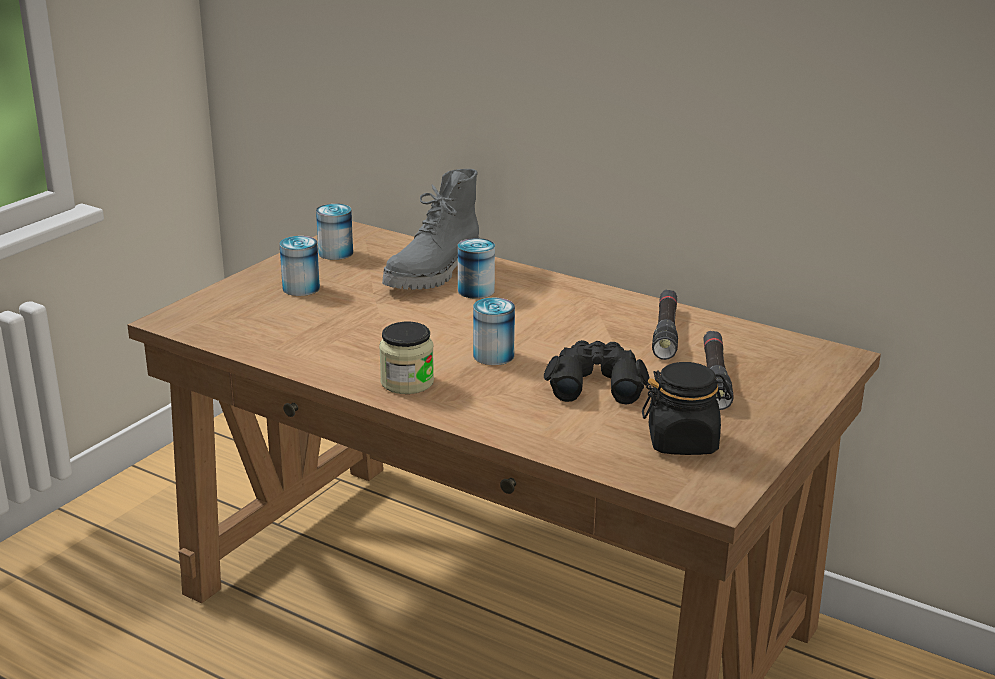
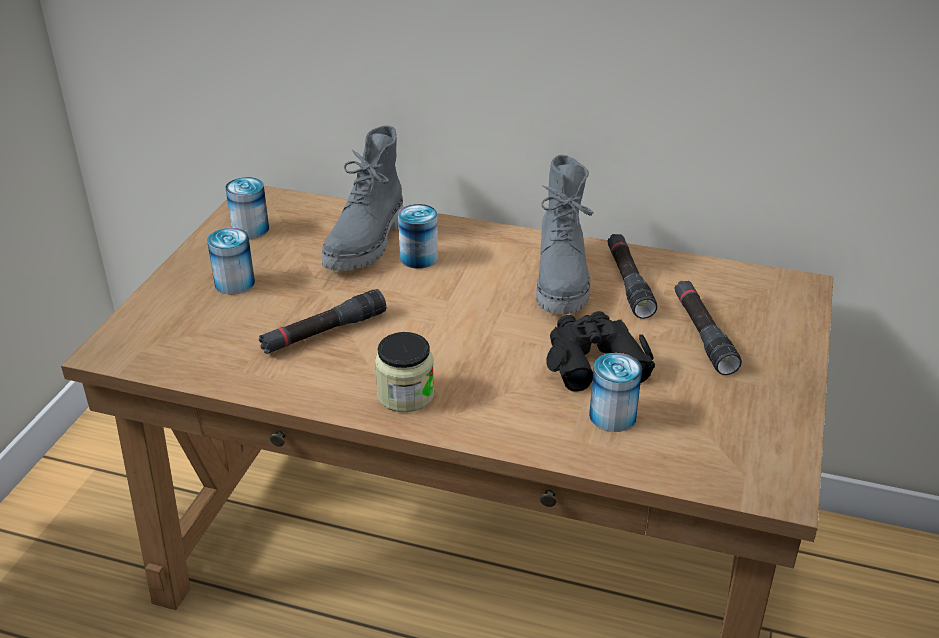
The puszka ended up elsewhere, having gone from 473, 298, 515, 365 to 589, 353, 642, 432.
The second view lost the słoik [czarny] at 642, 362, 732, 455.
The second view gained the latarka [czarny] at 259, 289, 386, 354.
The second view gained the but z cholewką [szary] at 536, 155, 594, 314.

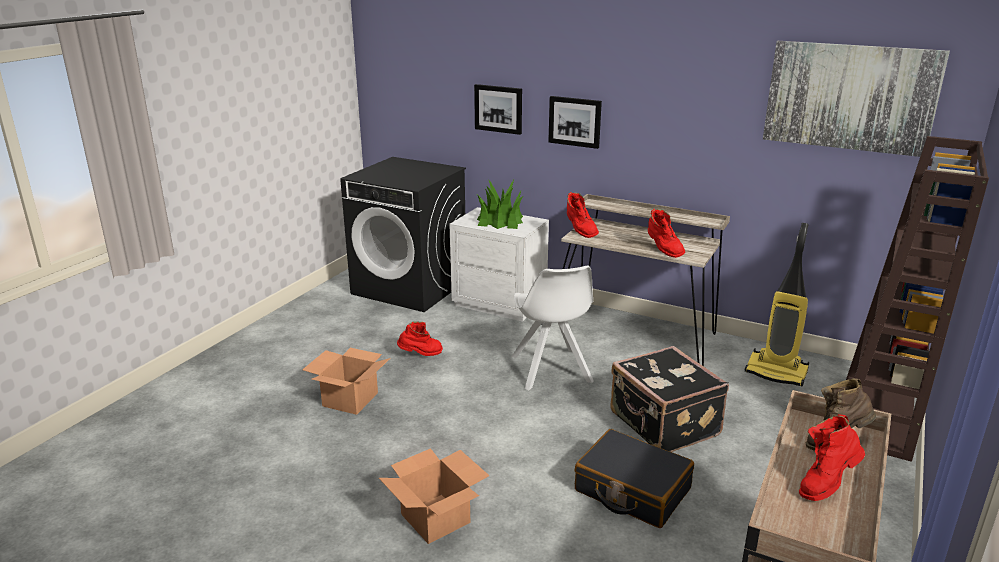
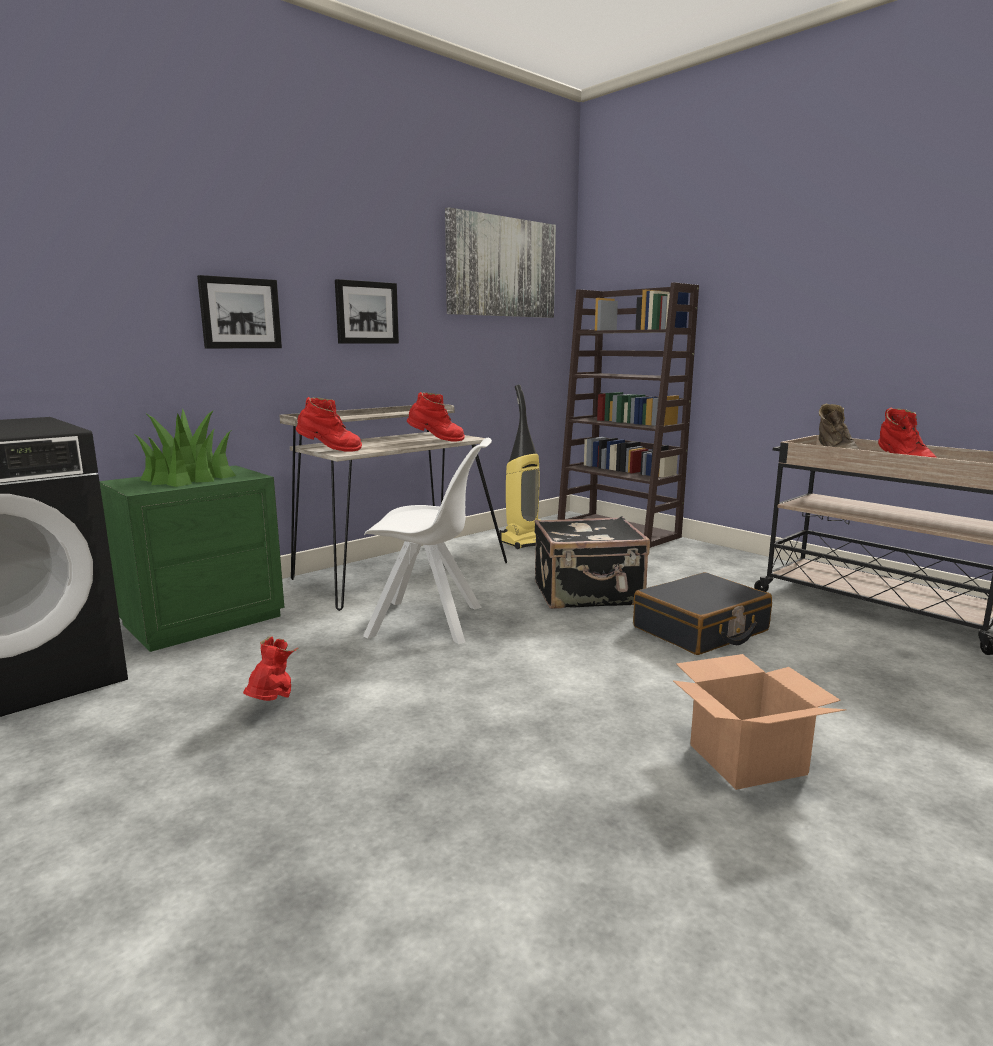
The second view lost the karton at 302, 348, 390, 415.
What was the szafka nocna [biały] at 449, 207, 549, 322 turned into the szafka nocna [zielony] at 100, 465, 284, 652.
The obraz ended up elsewhere, having gone from 474, 84, 522, 135 to 335, 279, 399, 343.

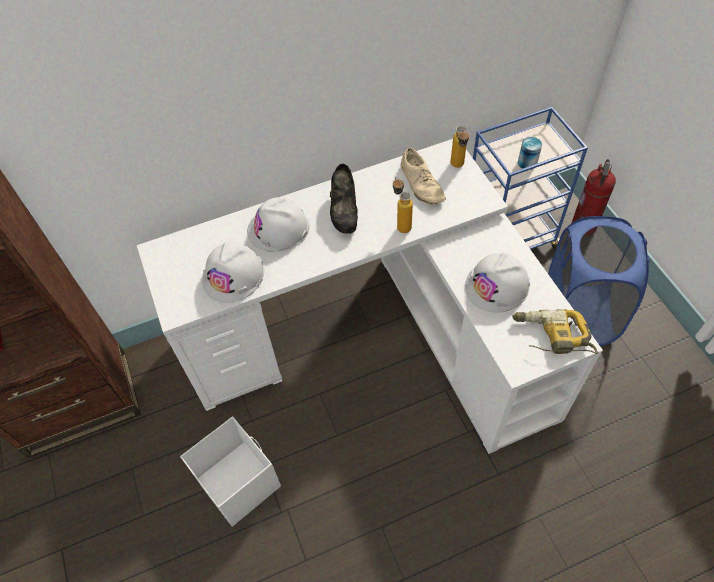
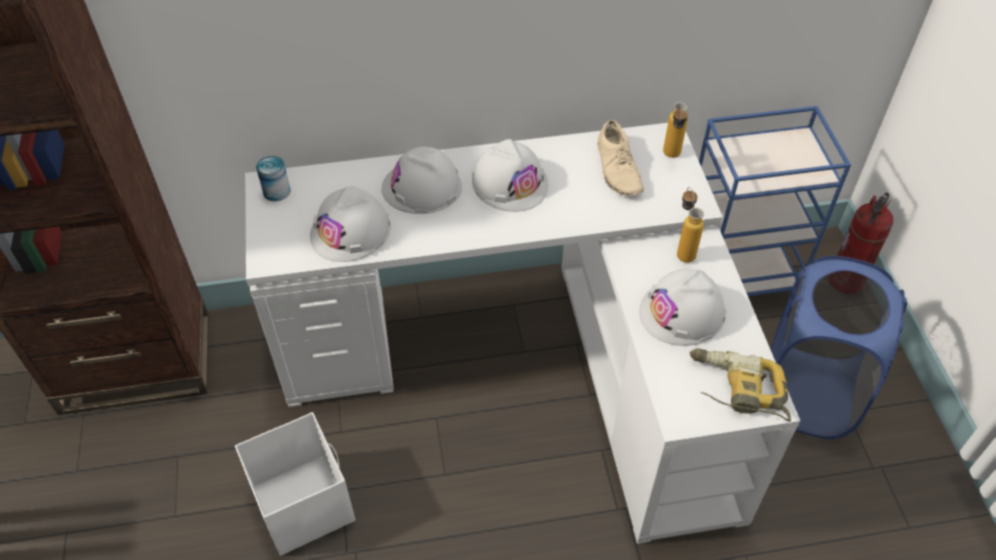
Where the but [czarny] stood at 330, 164, 358, 234, the kask [biały] came to stand at 472, 139, 548, 212.
The butelka ended up elsewhere, having gone from 393, 177, 413, 233 to 677, 187, 704, 263.
The puszka ended up elsewhere, having gone from 518, 137, 542, 170 to 256, 156, 291, 201.

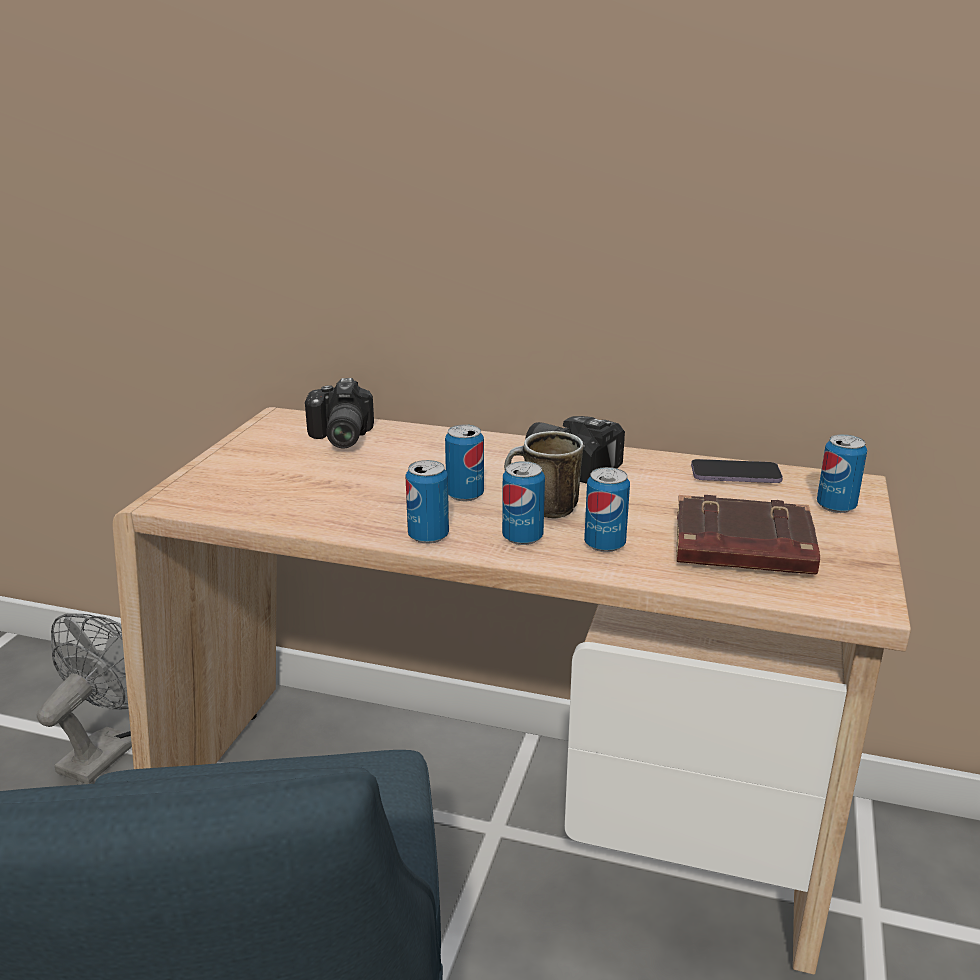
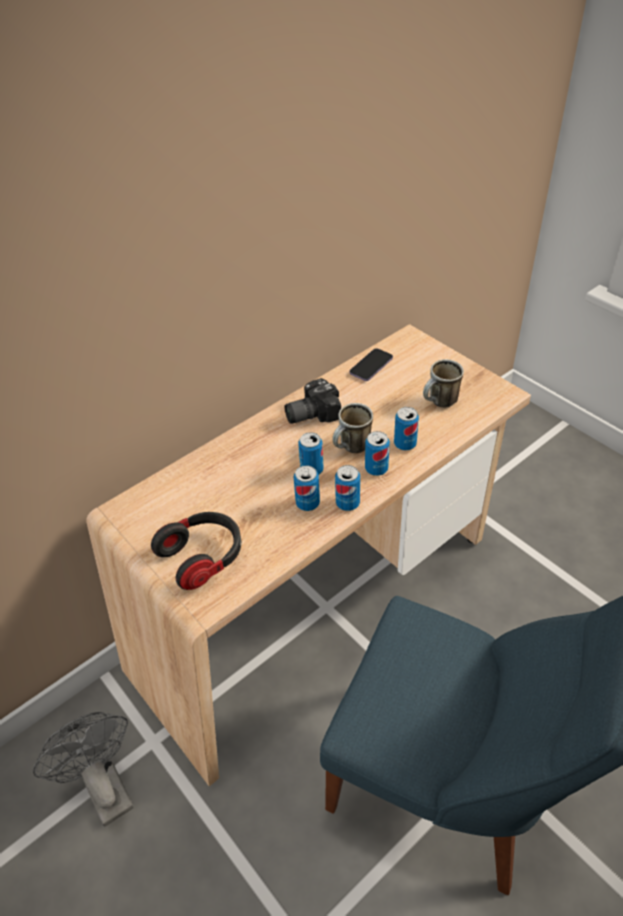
The second view lost the aparat fotograficzny at 305, 378, 374, 449.
Where the książka [brązowy] stood at 677, 495, 820, 574, the kubek came to stand at 423, 359, 464, 407.
The puszka ended up elsewhere, having gone from 817, 434, 867, 513 to 294, 465, 320, 511.
The second view gained the słuchawki at 151, 512, 241, 590.

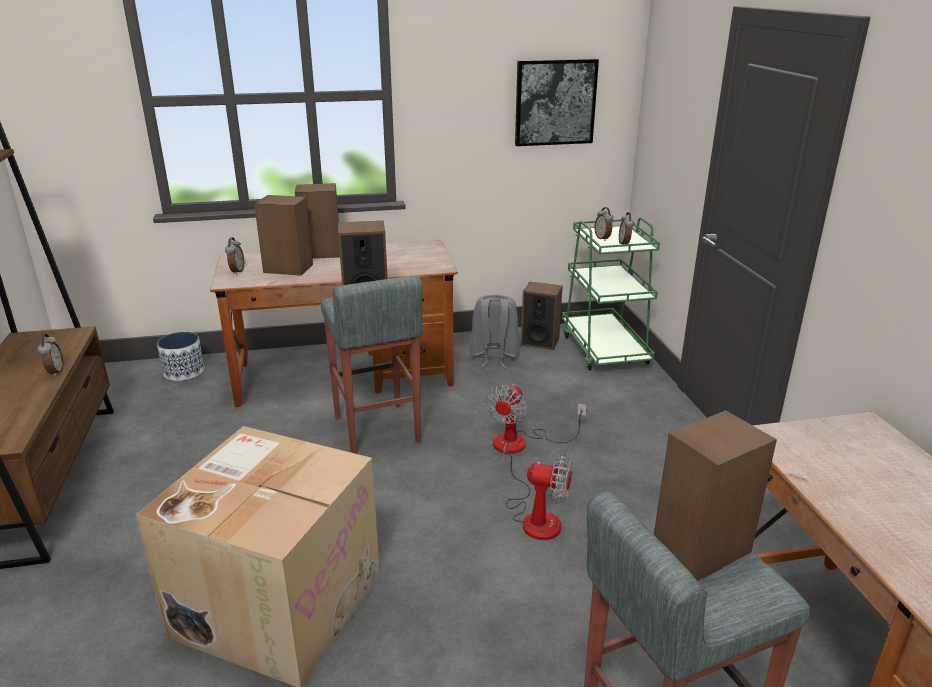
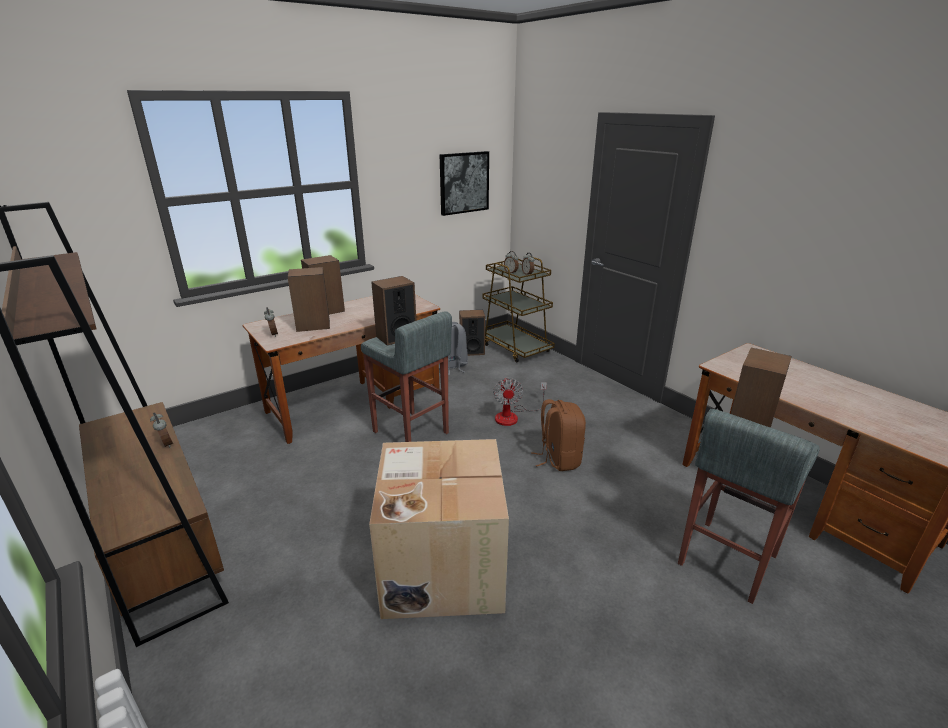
The second view lost the donica at 157, 332, 204, 381.
Where the wentylator stood at 503, 445, 572, 540, the plecak [brązowy] came to stand at 531, 399, 586, 471.
What was the wózek [zielony] at 562, 217, 660, 370 turned into the wózek [brązowy] at 482, 257, 555, 363.

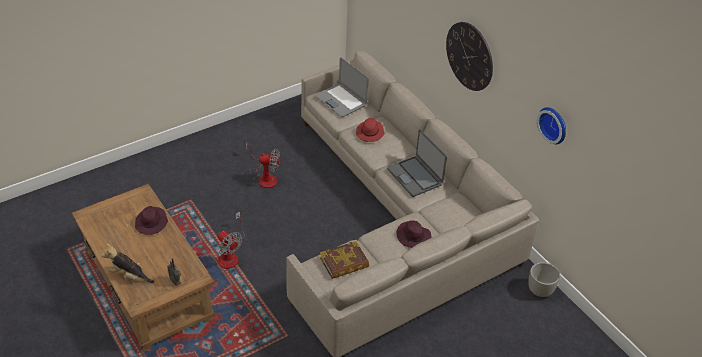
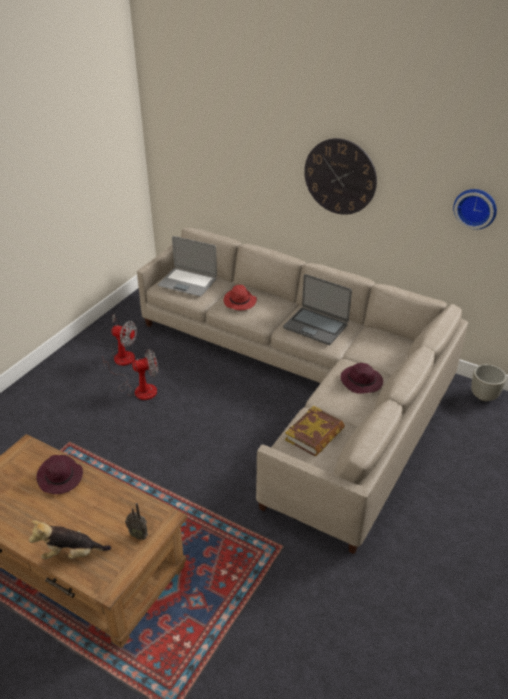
The wentylator ended up elsewhere, having gone from 218, 212, 244, 269 to 110, 314, 137, 366.

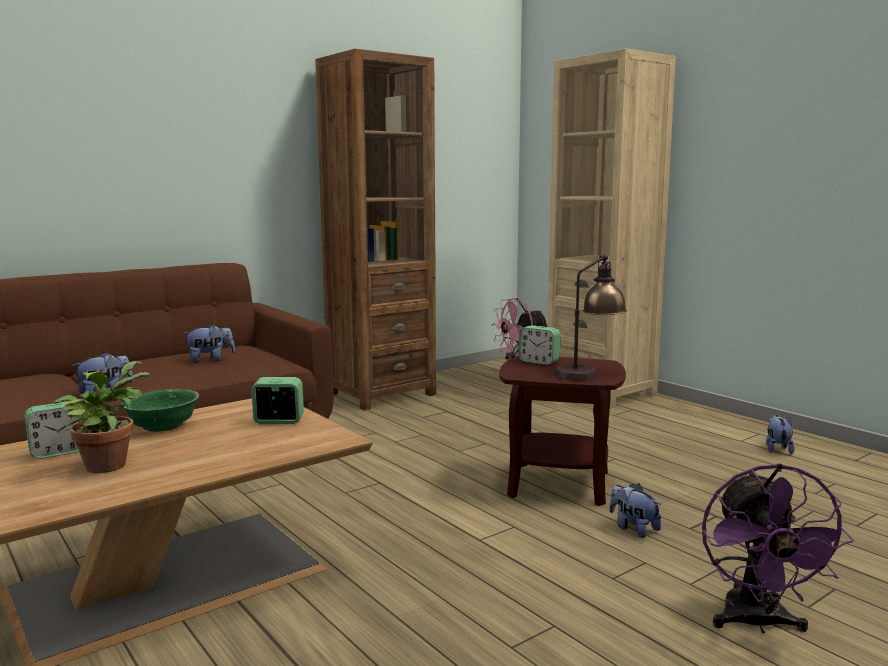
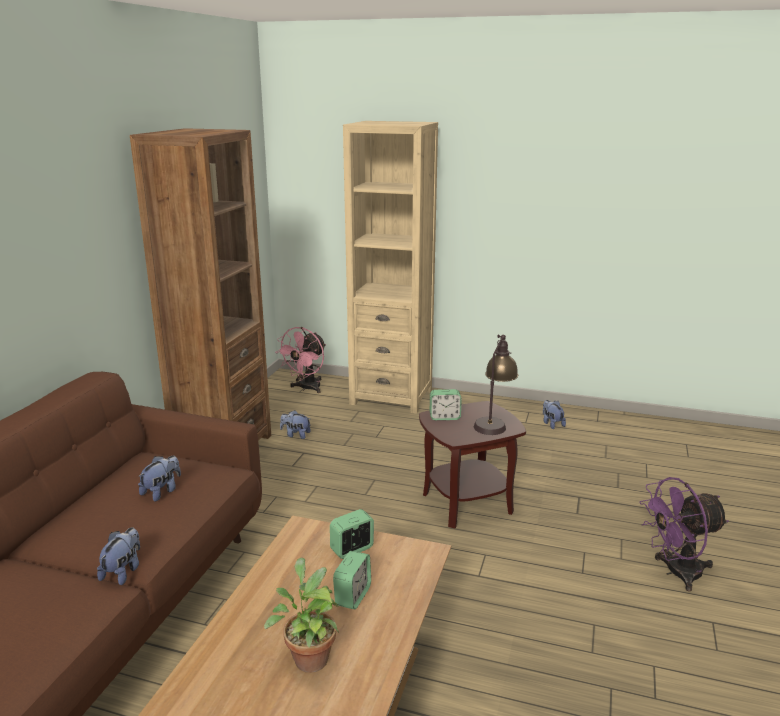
The budzik ended up elsewhere, having gone from 25, 401, 82, 459 to 333, 551, 371, 610.
The second view lost the miska [zielony] at 121, 389, 199, 432.
The pluszak ended up elsewhere, having gone from 609, 483, 661, 538 to 280, 410, 311, 439.
The wentylator [fioletowy] at 702, 464, 854, 634 ended up facing another way, 105 degrees clockwise from before.

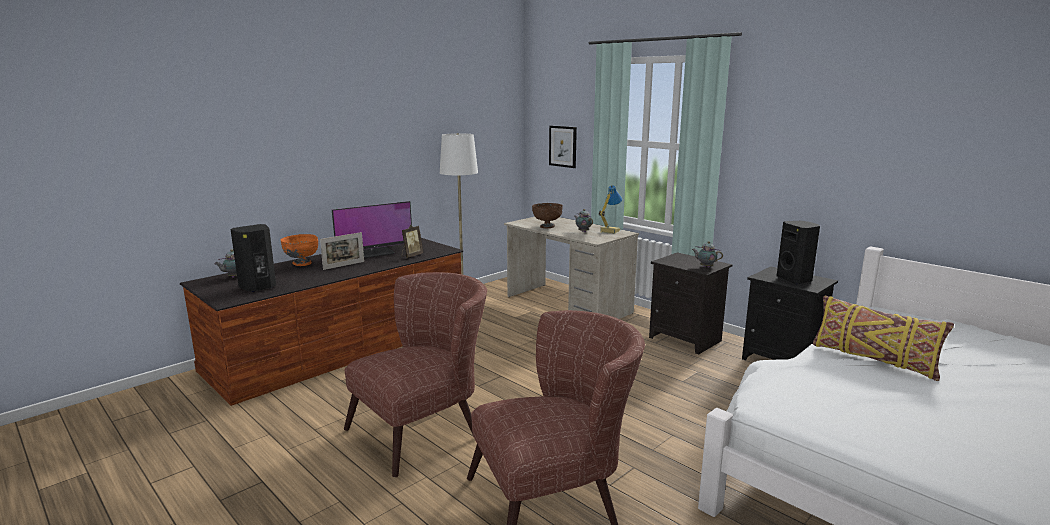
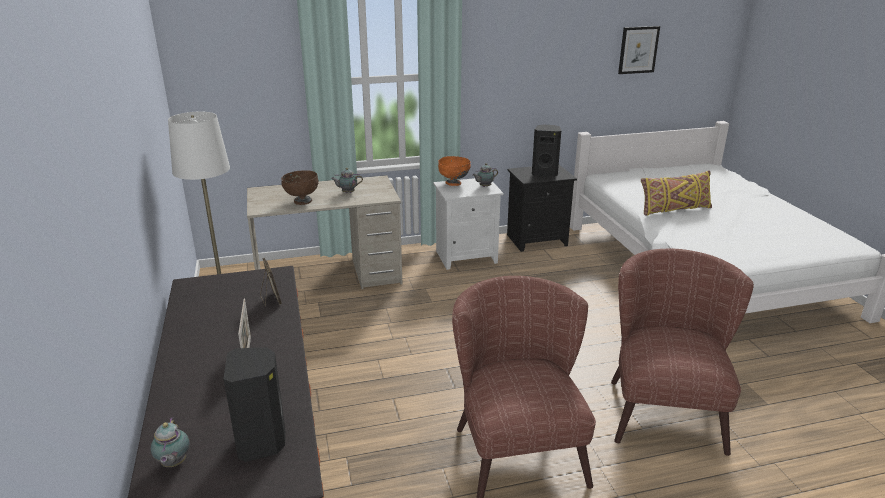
The miska [pomarańczowy] ended up elsewhere, having gone from 281, 234, 318, 266 to 438, 156, 471, 186.
The second view lost the monitor at 332, 201, 412, 258.
The obraz ended up elsewhere, having gone from 549, 126, 577, 168 to 618, 26, 660, 74.
The second view lost the lampa stołowa at 599, 185, 623, 234.
What was the szafka nocna [czarny] at 649, 252, 733, 354 turned into the szafka nocna [biały] at 433, 178, 504, 270.

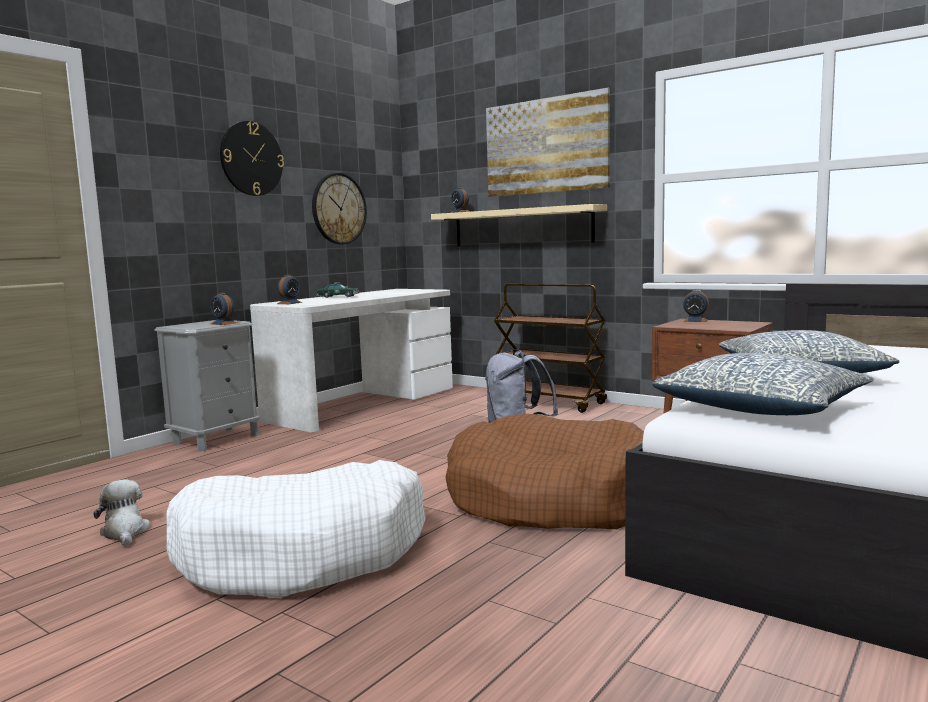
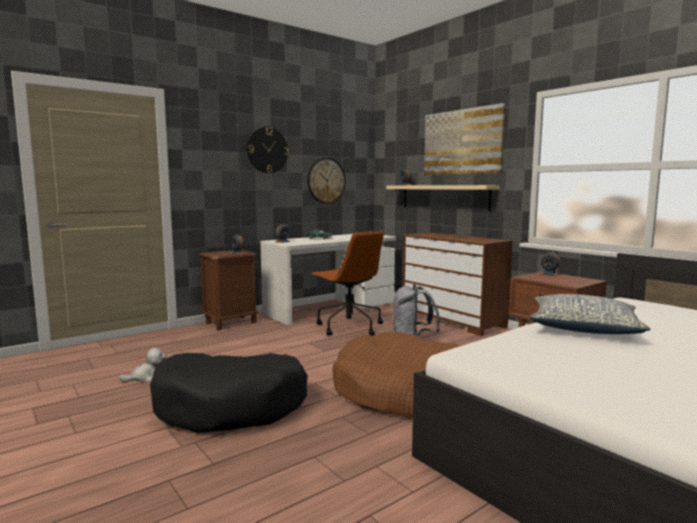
The pluszak at 93, 479, 151, 546 ended up facing another way, 75 degrees clockwise from before.
What was the szafka nocna [szary] at 154, 320, 261, 451 turned into the szafka nocna [brązowy] at 199, 250, 258, 330.
What was the legowisko [biały] at 166, 460, 426, 598 turned into the legowisko [czarny] at 150, 353, 308, 433.
Where the wózek [brązowy] stood at 494, 284, 607, 413, the komoda [brązowy] came to stand at 402, 232, 513, 336.
The second view lost the poduszka at 652, 353, 874, 415.
The second view gained the krzesło biurowe [brązowy] at 310, 230, 384, 336.

